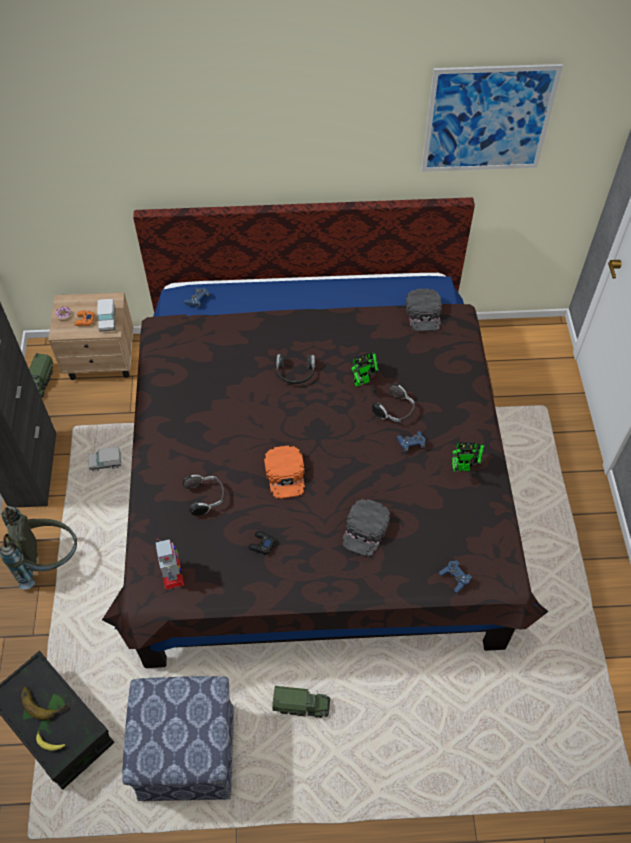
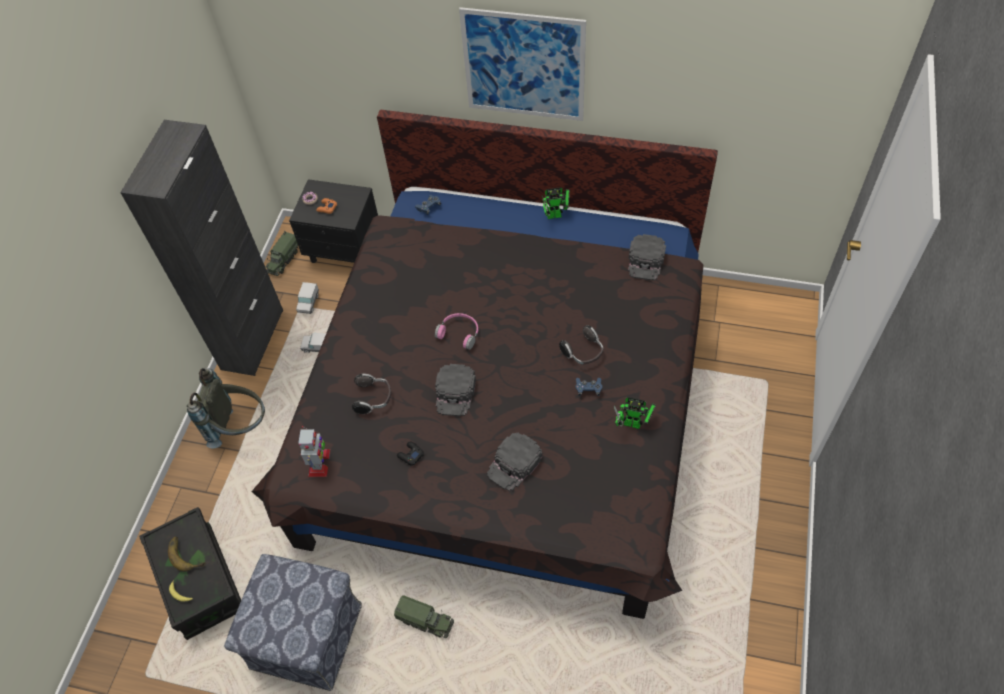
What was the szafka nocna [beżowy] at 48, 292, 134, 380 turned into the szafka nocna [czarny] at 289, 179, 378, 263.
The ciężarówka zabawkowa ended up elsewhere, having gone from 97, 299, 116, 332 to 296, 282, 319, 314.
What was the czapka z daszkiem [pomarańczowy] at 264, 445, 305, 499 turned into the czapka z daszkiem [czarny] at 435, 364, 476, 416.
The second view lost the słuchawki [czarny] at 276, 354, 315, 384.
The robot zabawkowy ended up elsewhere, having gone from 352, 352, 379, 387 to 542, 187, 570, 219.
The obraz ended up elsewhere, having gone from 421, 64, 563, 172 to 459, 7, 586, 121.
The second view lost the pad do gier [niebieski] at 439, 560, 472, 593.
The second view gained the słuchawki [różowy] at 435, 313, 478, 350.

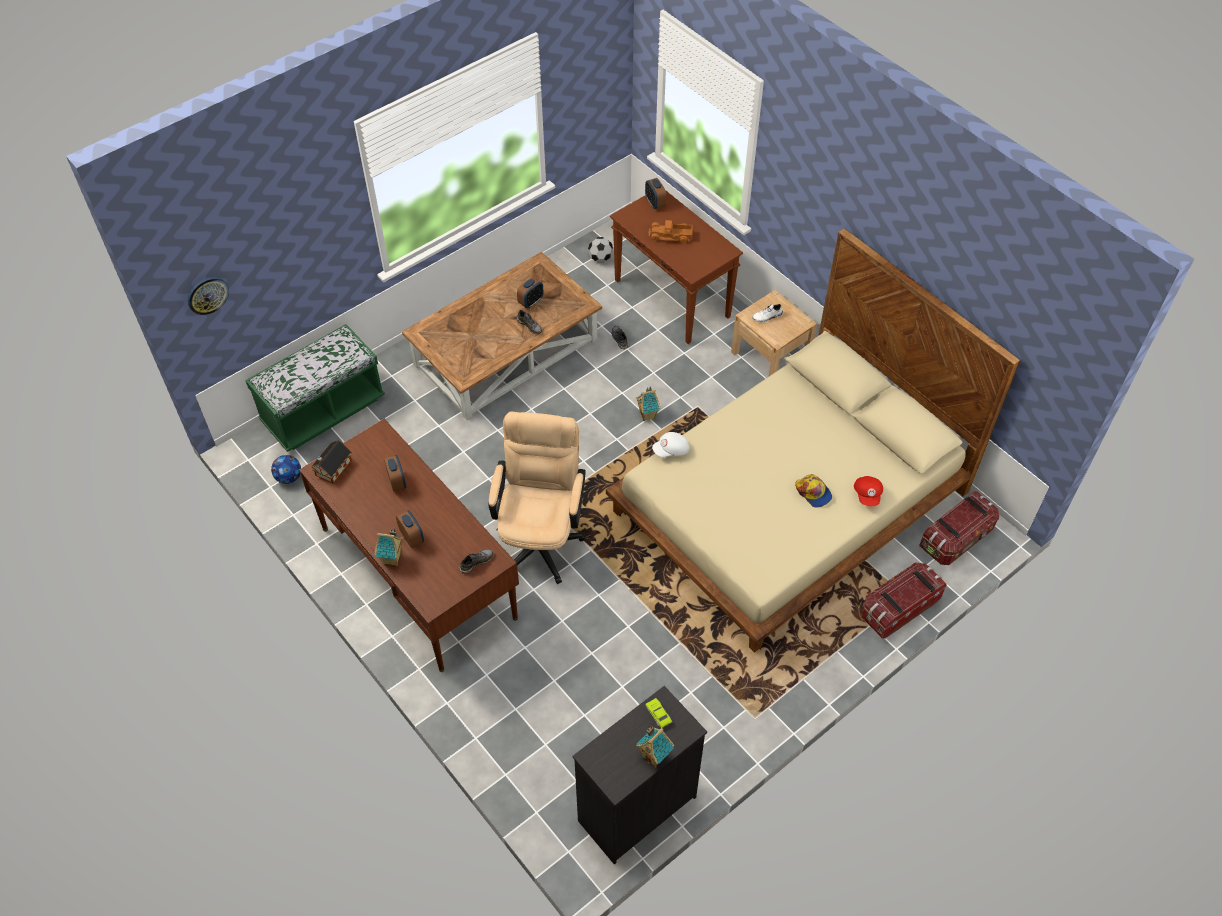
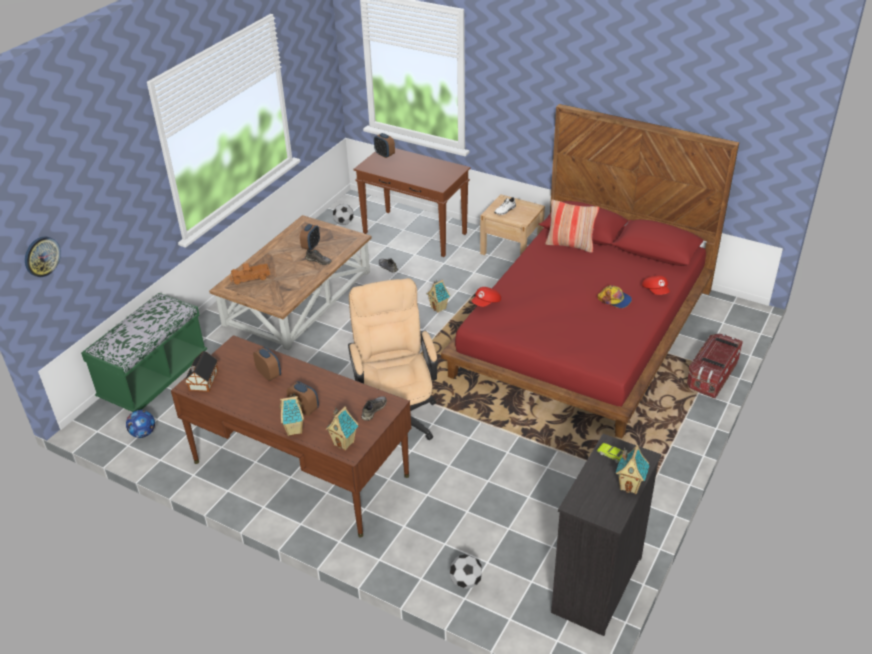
What was the łóżko [beżowy] at 606, 228, 1020, 653 turned into the łóżko [czerwony] at 441, 104, 739, 438.
The ciężarówka zabawkowa ended up elsewhere, having gone from 649, 220, 693, 243 to 230, 263, 270, 284.
What was the czapka z daszkiem [biały] at 652, 432, 689, 457 turned into the czapka z daszkiem [czerwony] at 471, 287, 501, 307.
The second view lost the pojemnik do przechowywania at 919, 491, 999, 565.
The second view gained the domek at 326, 406, 359, 451.
The second view gained the piłka futbolowa at 450, 554, 482, 589.
The second view gained the poduszka at 545, 200, 599, 253.

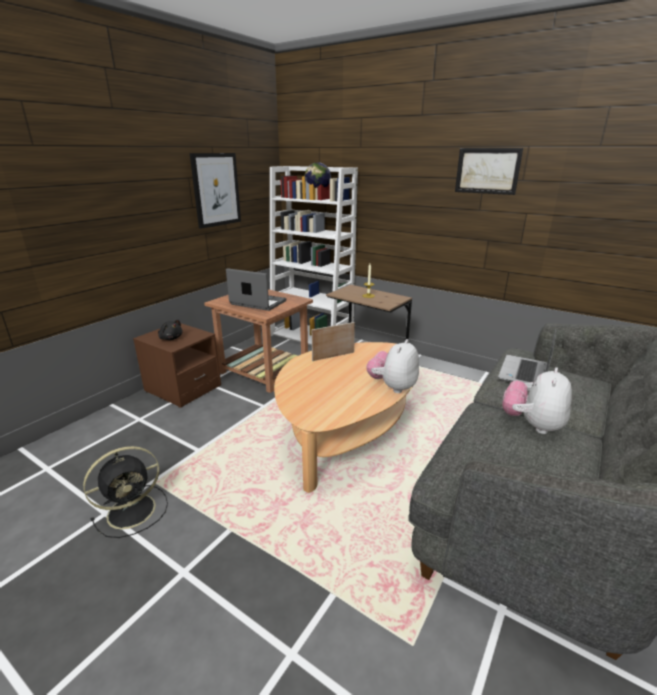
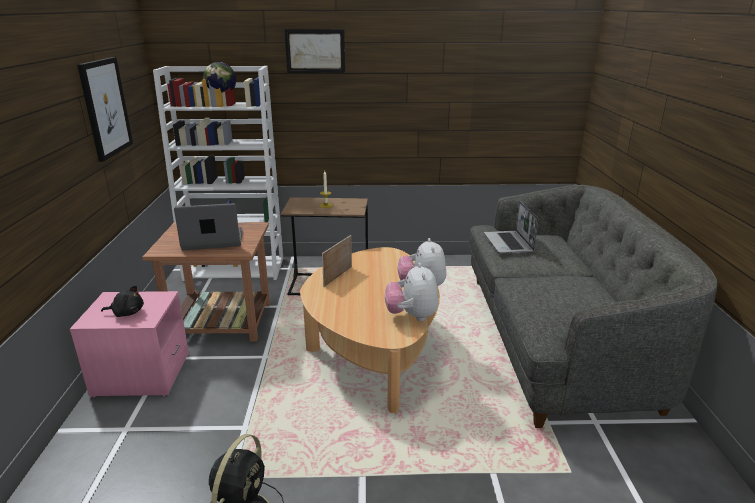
What was the szafka nocna [brązowy] at 133, 323, 221, 408 turned into the szafka nocna [różowy] at 70, 291, 189, 397.
The obraz ended up elsewhere, having gone from 455, 148, 523, 195 to 284, 29, 345, 73.
The pluszak ended up elsewhere, having gone from 502, 367, 572, 434 to 385, 263, 439, 321.

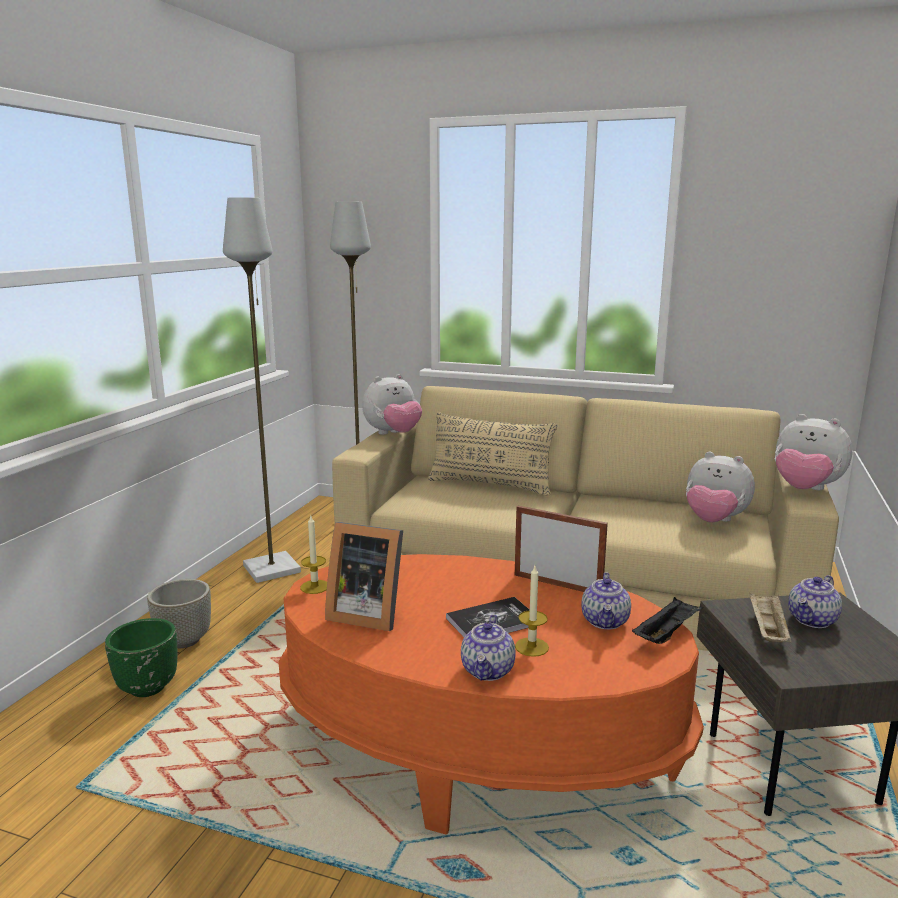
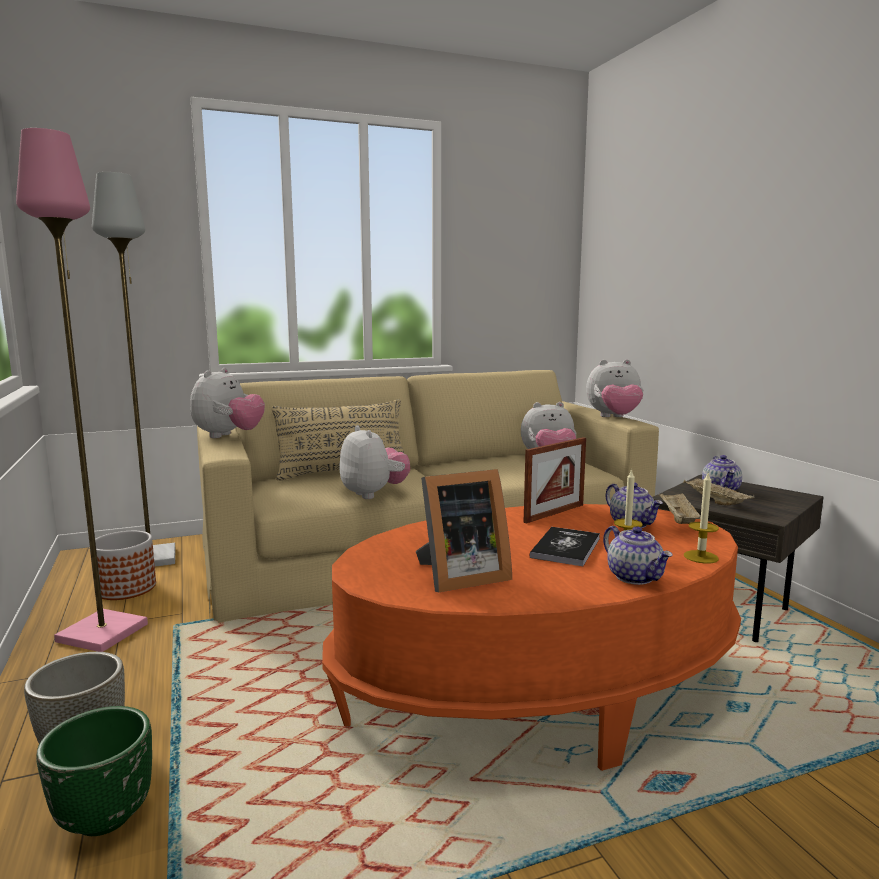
What was the lampa stojąca [szary] at 223, 197, 301, 583 turned into the lampa stojąca [różowy] at 16, 128, 148, 652.
The świeca ended up elsewhere, having gone from 300, 516, 327, 594 to 684, 471, 719, 564.
The ramka na zdjęcie at 515, 506, 608, 592 ended up facing another way, 150 degrees clockwise from before.
What was the taca [czarny] at 632, 597, 703, 644 turned into the taca [beżowy] at 659, 492, 701, 524.
The second view gained the donica at 90, 531, 156, 600.
The second view gained the pluszak at 340, 425, 410, 499.

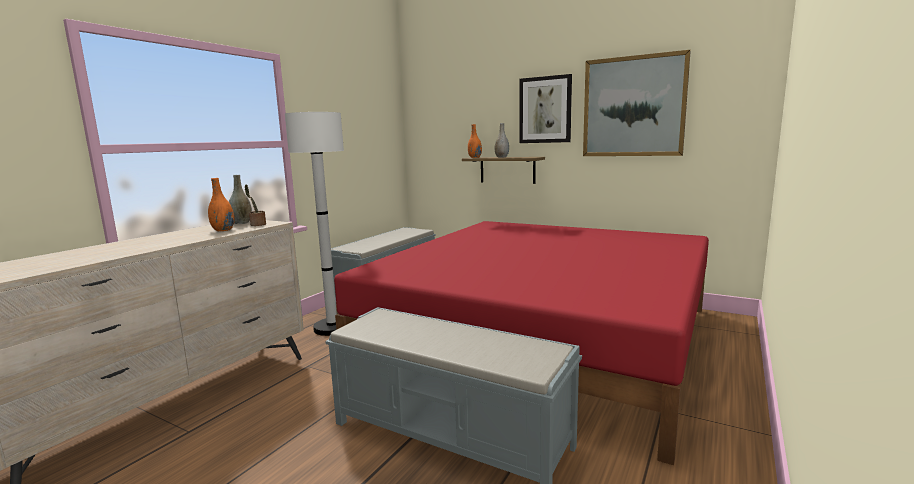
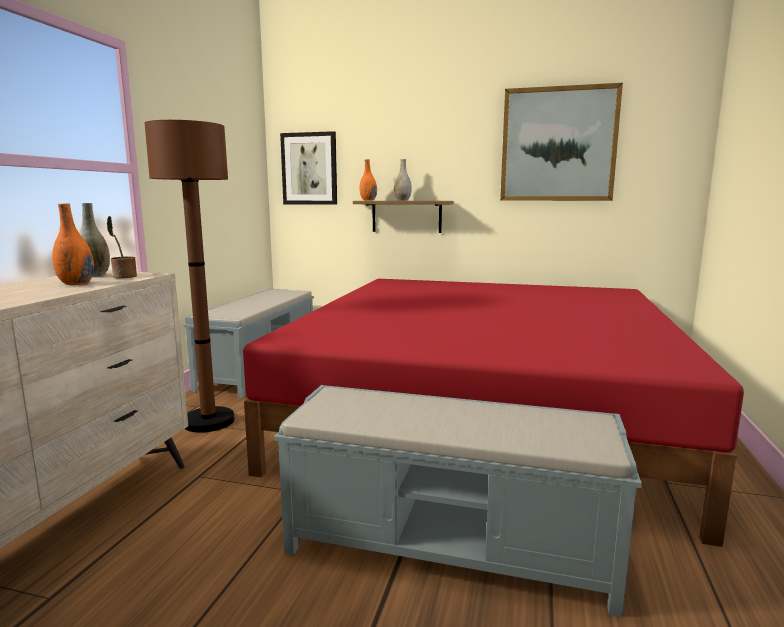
What was the lampa stojąca [biały] at 285, 112, 344, 336 turned into the lampa stojąca [brązowy] at 145, 120, 235, 433.
The obraz ended up elsewhere, having gone from 520, 74, 572, 143 to 280, 131, 337, 205.

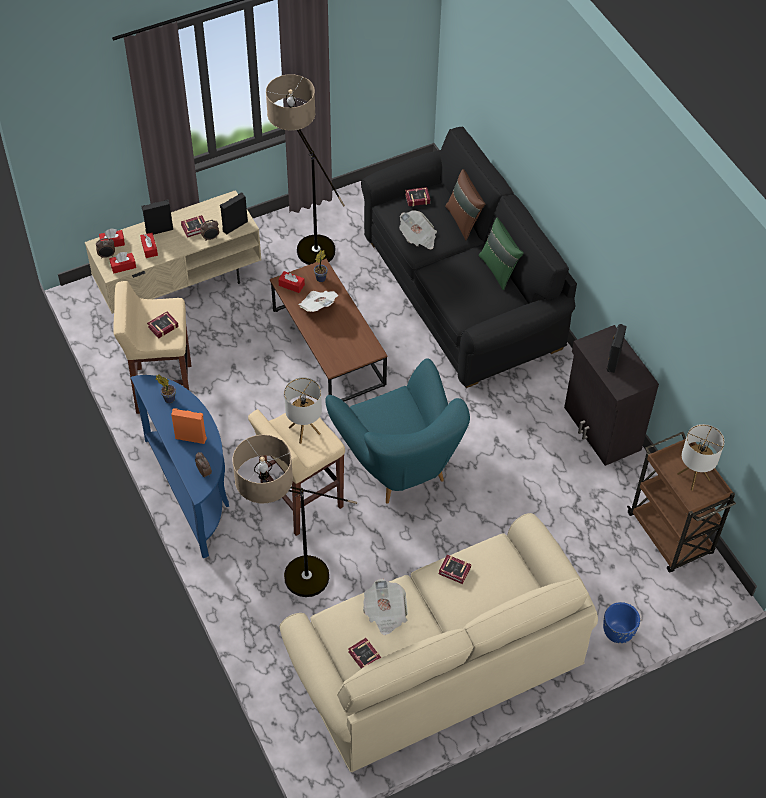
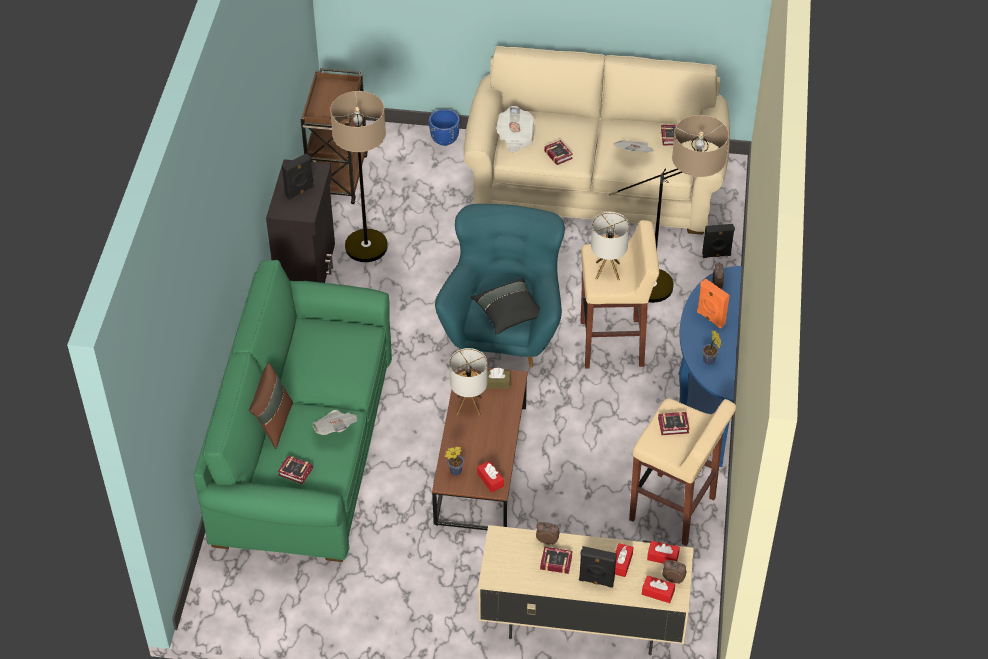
The głośnik [czarny] ended up elsewhere, having gone from 220, 192, 248, 234 to 702, 224, 735, 258.
The lampa stojąca ended up elsewhere, having gone from 266, 74, 345, 265 to 330, 91, 388, 262.
The gazeta ended up elsewhere, having gone from 298, 291, 338, 312 to 496, 106, 535, 153.
What was the kanapa [czarny] at 361, 126, 577, 388 turned into the kanapa [zielony] at 194, 259, 392, 562.
The second view lost the poduszka [zielony] at 478, 218, 524, 290.
The lampa stołowa ended up elsewhere, having gone from 677, 424, 725, 490 to 449, 348, 488, 416.
The second view gained the poduszka [czarny] at 471, 278, 540, 335.
The second view gained the pudełko chusteczek [brązowy] at 486, 368, 511, 389.

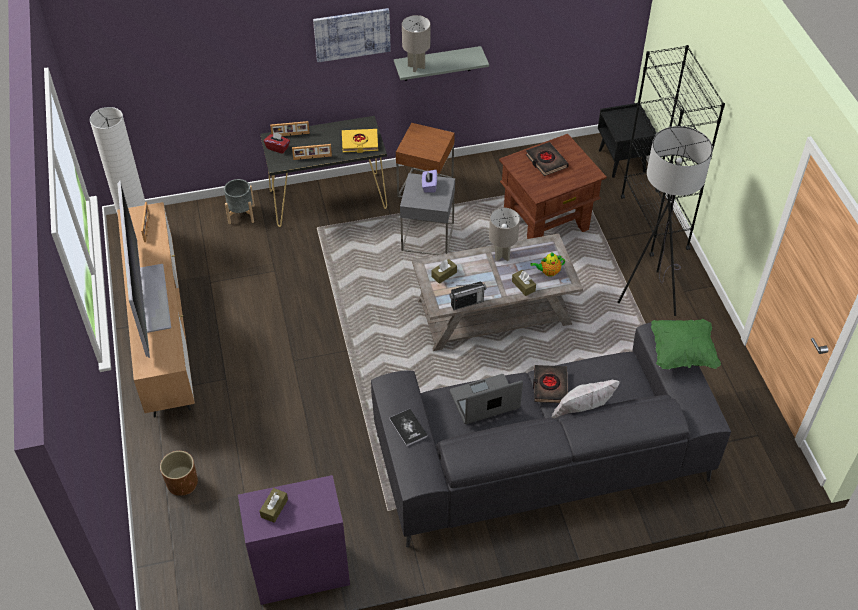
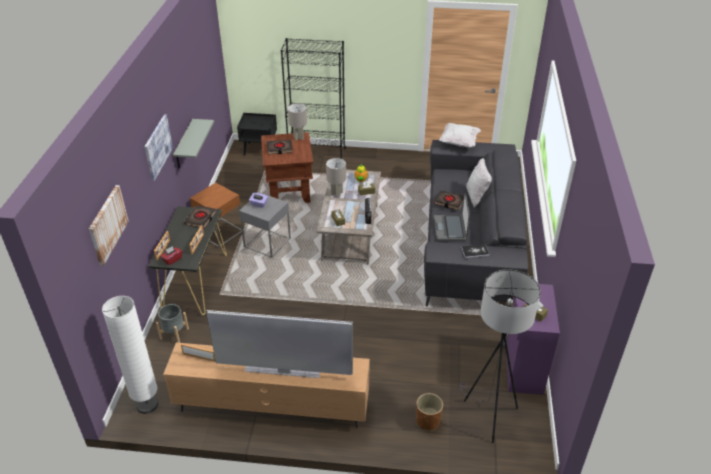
What was the książka [żółty] at 342, 129, 378, 153 turned into the książka [czarny] at 184, 205, 216, 228.
The lampa stołowa [szary] ended up elsewhere, having gone from 402, 15, 430, 72 to 288, 103, 307, 141.
The lampa stojąca [szary] ended up elsewhere, having gone from 618, 126, 713, 316 to 460, 269, 541, 443.
What was the poduszka [zielony] at 651, 319, 721, 369 turned into the poduszka [biały] at 439, 123, 481, 148.
The second view gained the obraz at 89, 185, 129, 266.

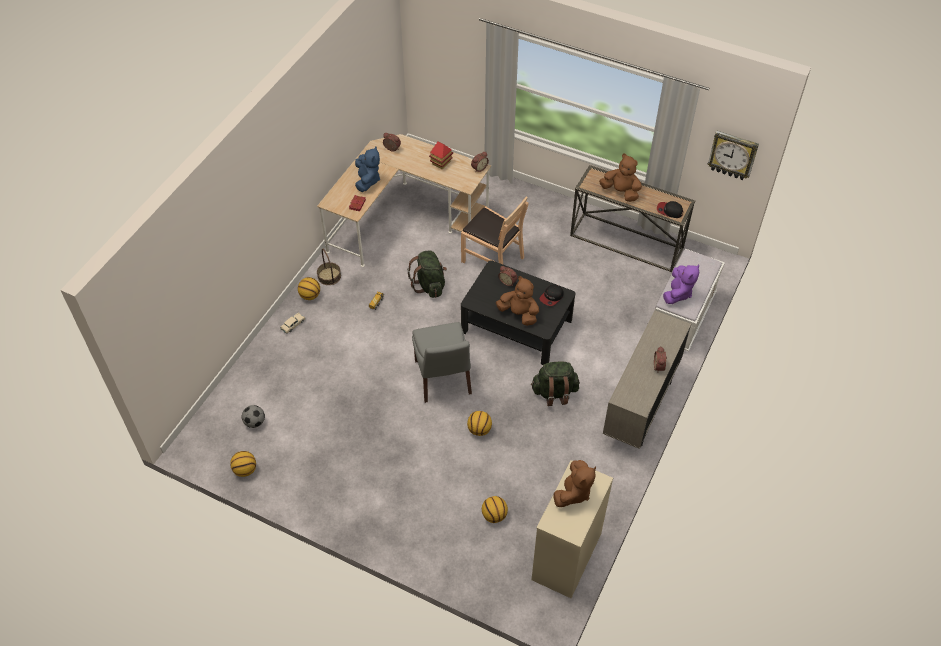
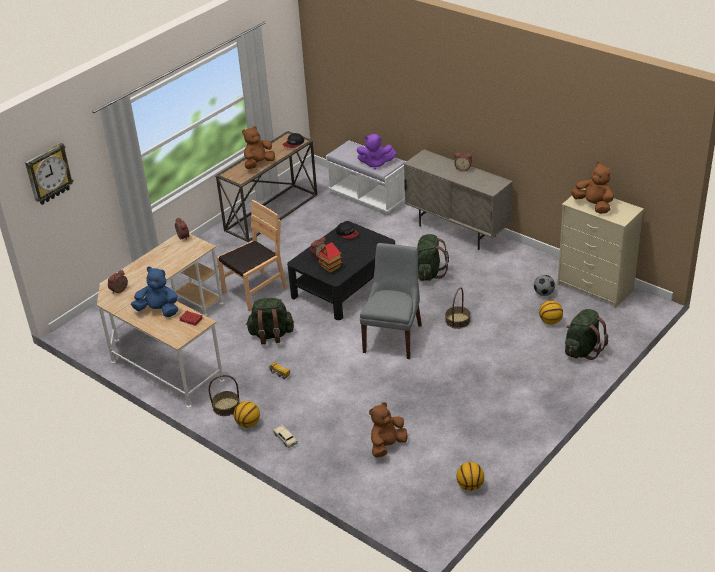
The piłka futbolowa ended up elsewhere, having gone from 242, 405, 265, 428 to 534, 275, 555, 296.
The krzesło [szary] at 412, 322, 472, 403 ended up facing another way, 75 degrees counterclockwise from before.
The domek ended up elsewhere, having gone from 429, 142, 453, 169 to 317, 242, 343, 273.
Where the piłka do koszykówki stood at 467, 411, 492, 436, the koszyk came to stand at 445, 287, 470, 329.
The pluszak [brązowy] ended up elsewhere, having gone from 496, 276, 539, 326 to 369, 402, 408, 458.
The pluszak [fioletowy] at 663, 264, 699, 304 ended up facing another way, 150 degrees clockwise from before.
The zegar ścienny ended up elsewhere, having gone from 707, 131, 759, 180 to 25, 143, 74, 205.
The second view gained the plecak [zielony] at 565, 309, 608, 360.

